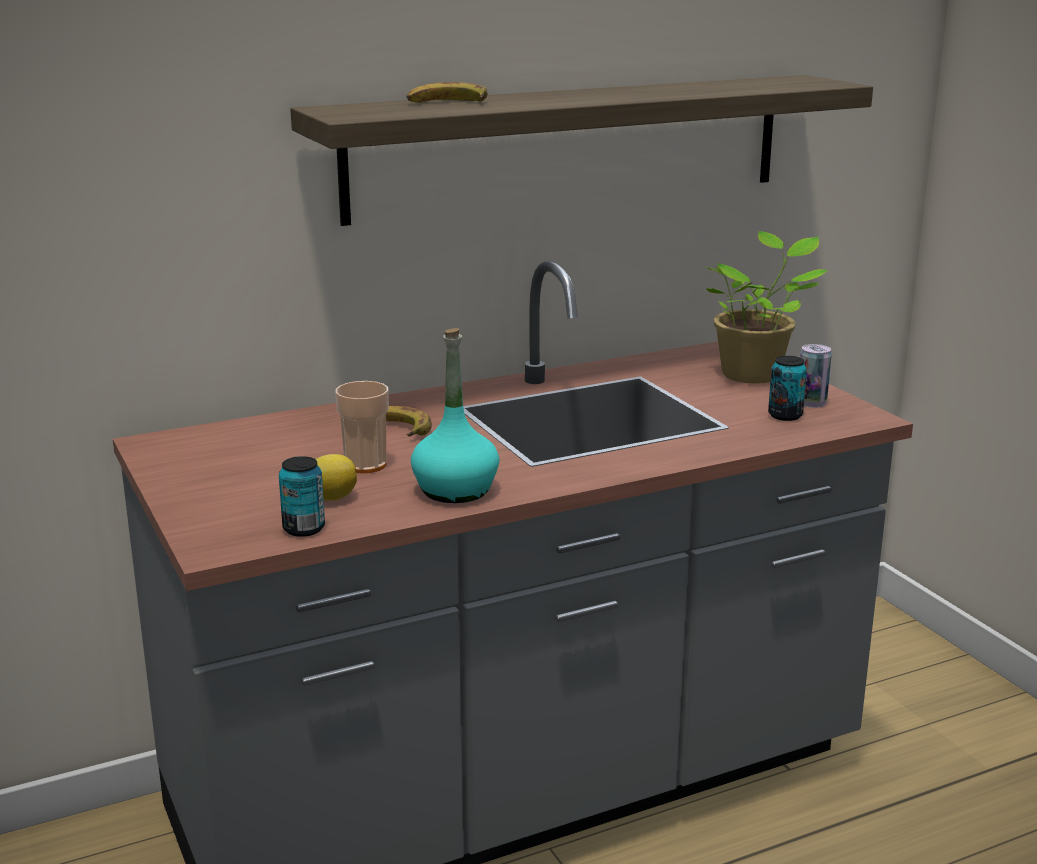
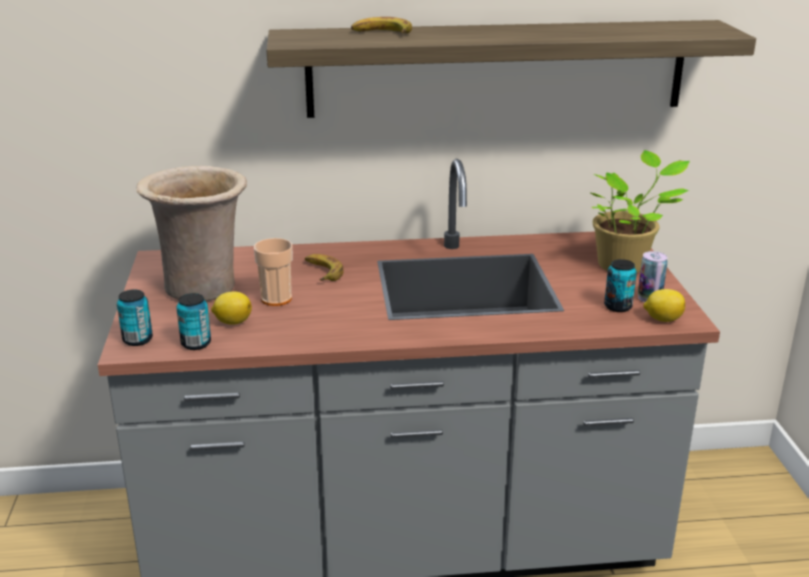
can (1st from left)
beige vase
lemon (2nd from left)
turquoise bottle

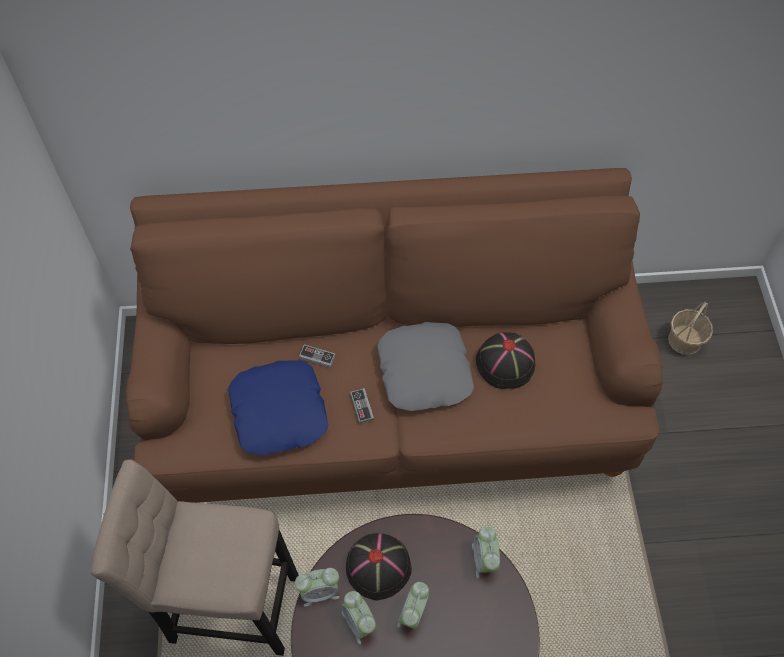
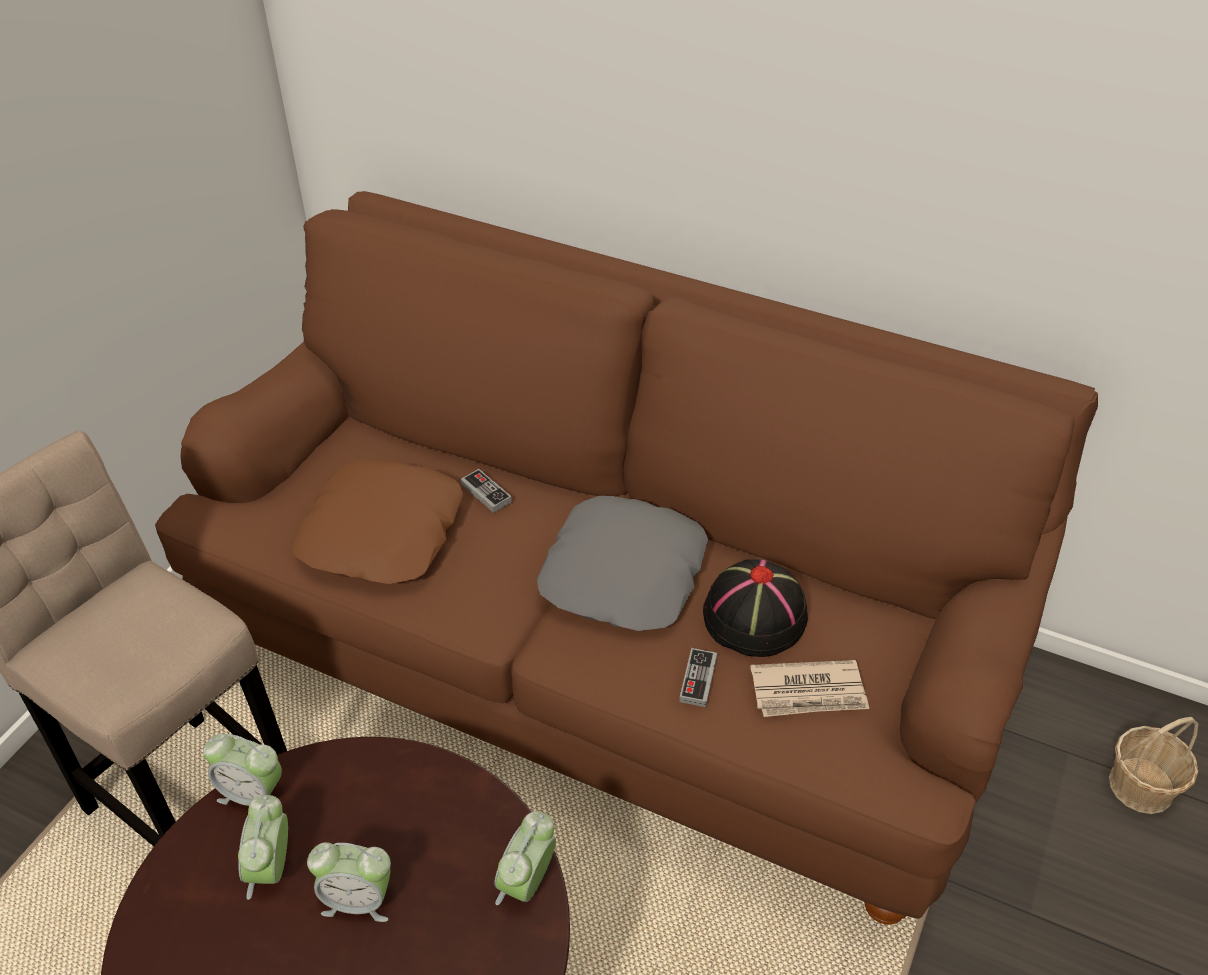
brown pillow
alarm clock (3rd from left)
game controller (2nd from left)
newspaper
black hat (1st from left in the first image)

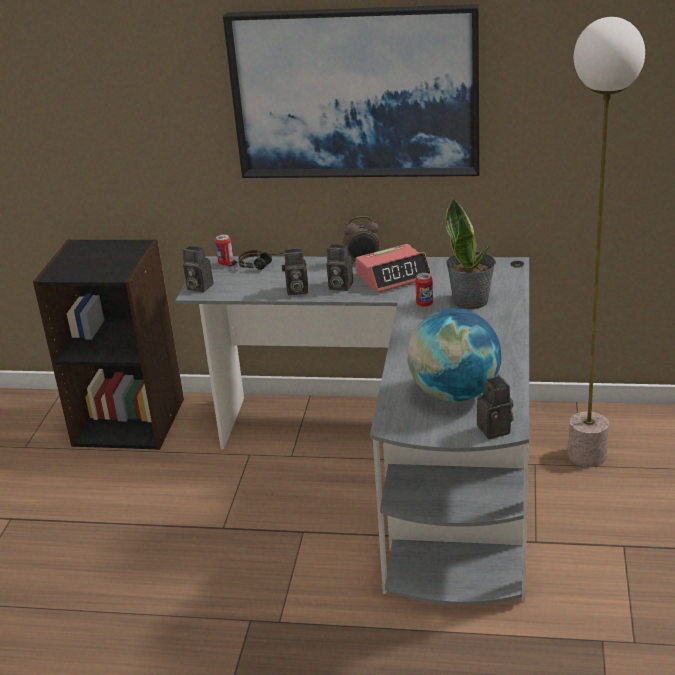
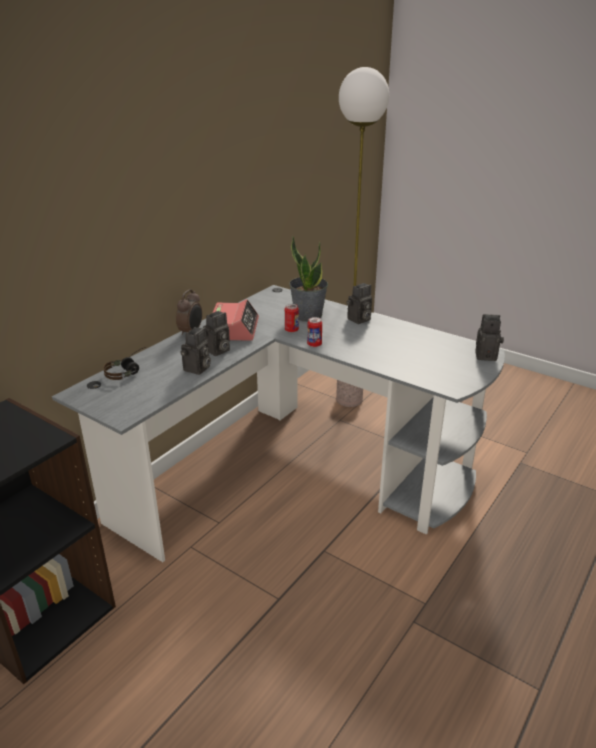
can (2nd from left)
photo camera (3rd from left)
picture
globe

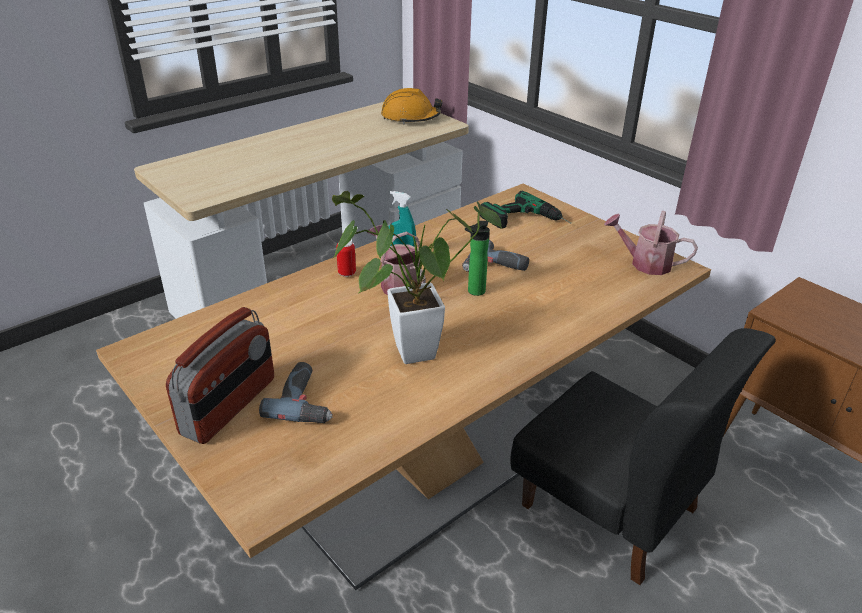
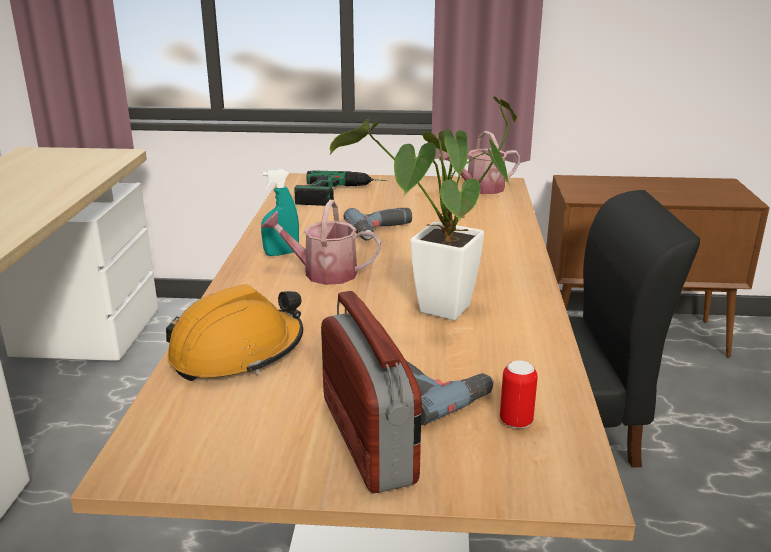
orange hard hat
can
bottle

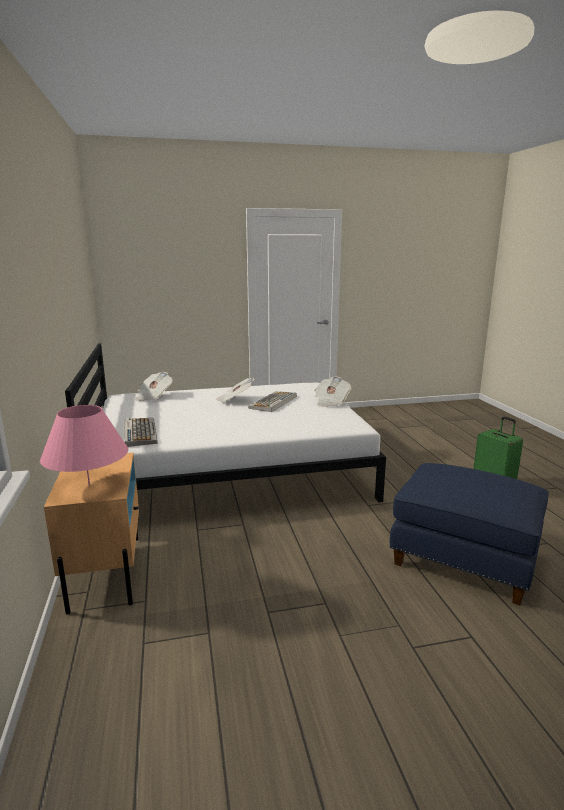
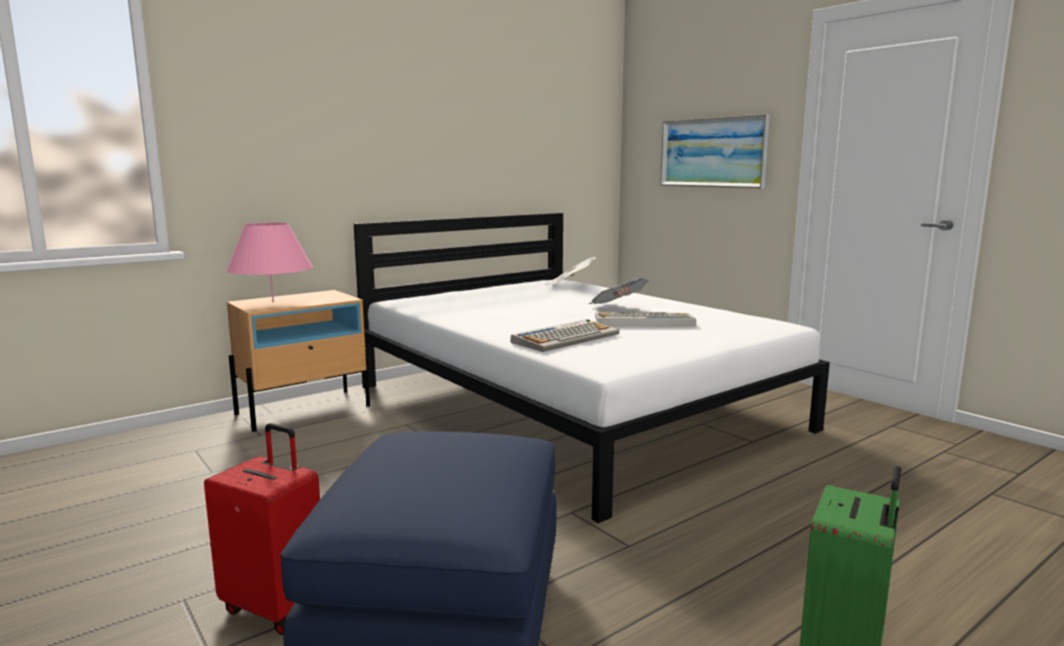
red suitcase
keyboard (1st from left)
picture
newspaper (3rd from left in the first image)

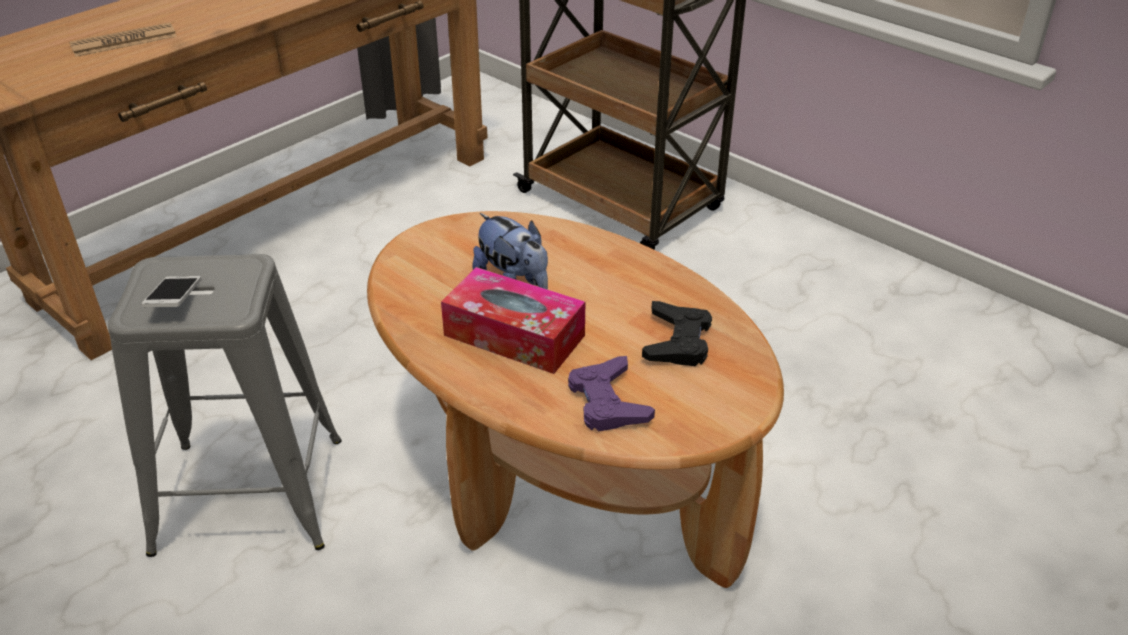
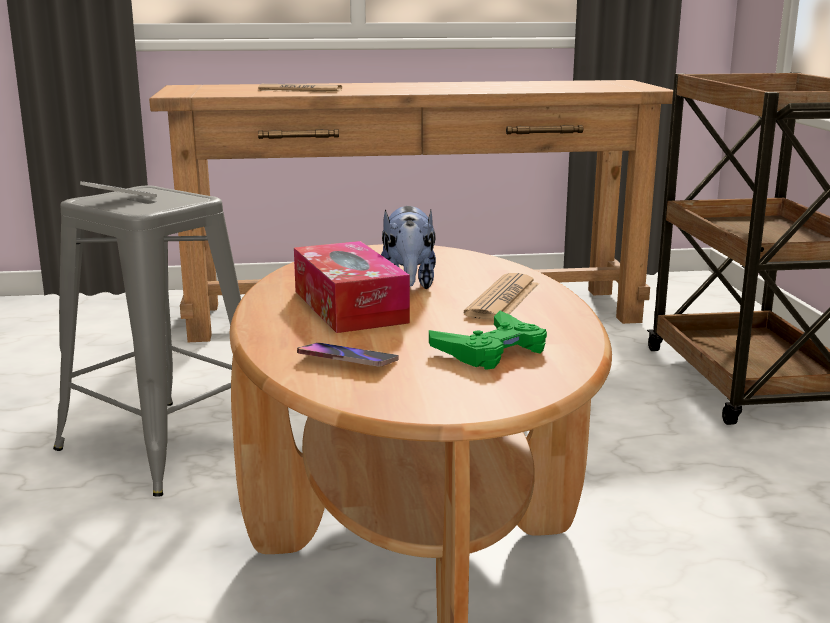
phone (2nd from left)
green game controller
newspaper (2nd from left)

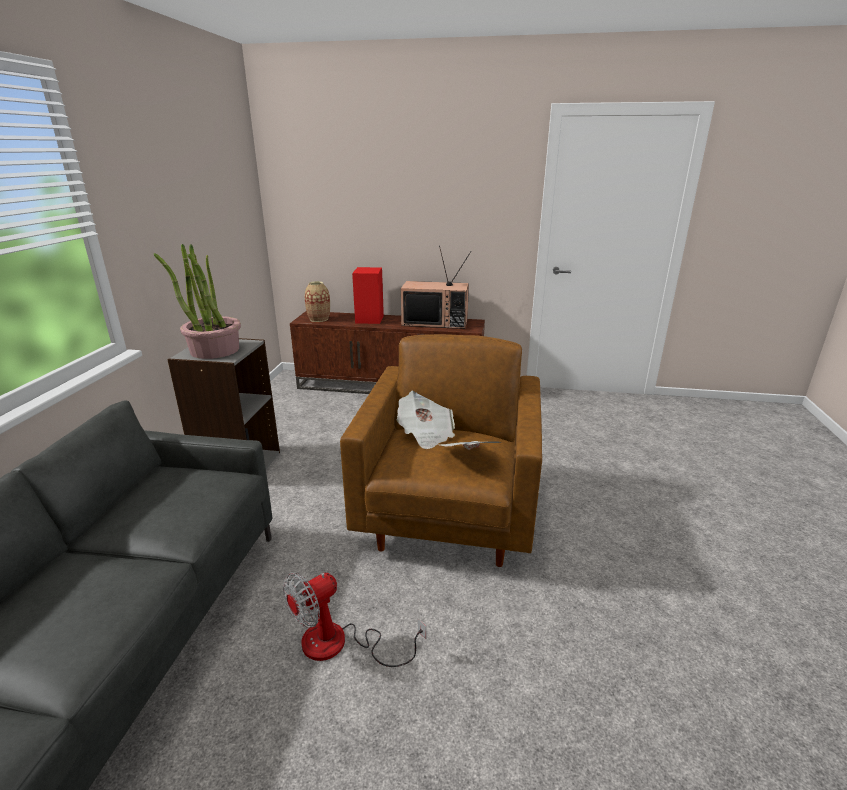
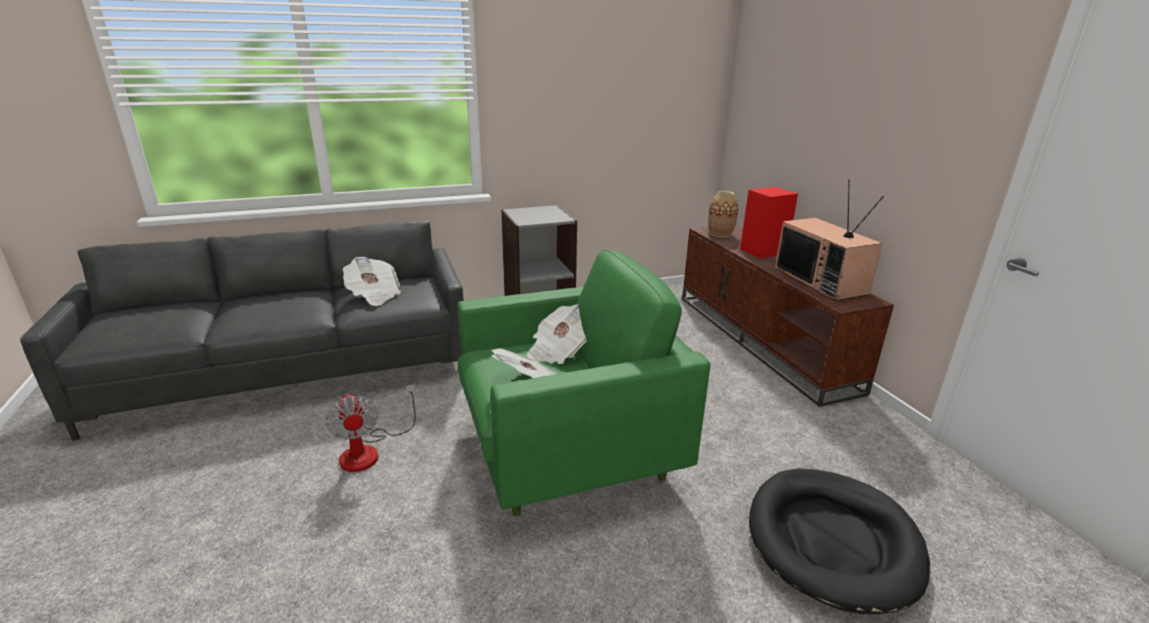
fan
newspaper (1st from left)
green armchair
black dog bed
potted plant

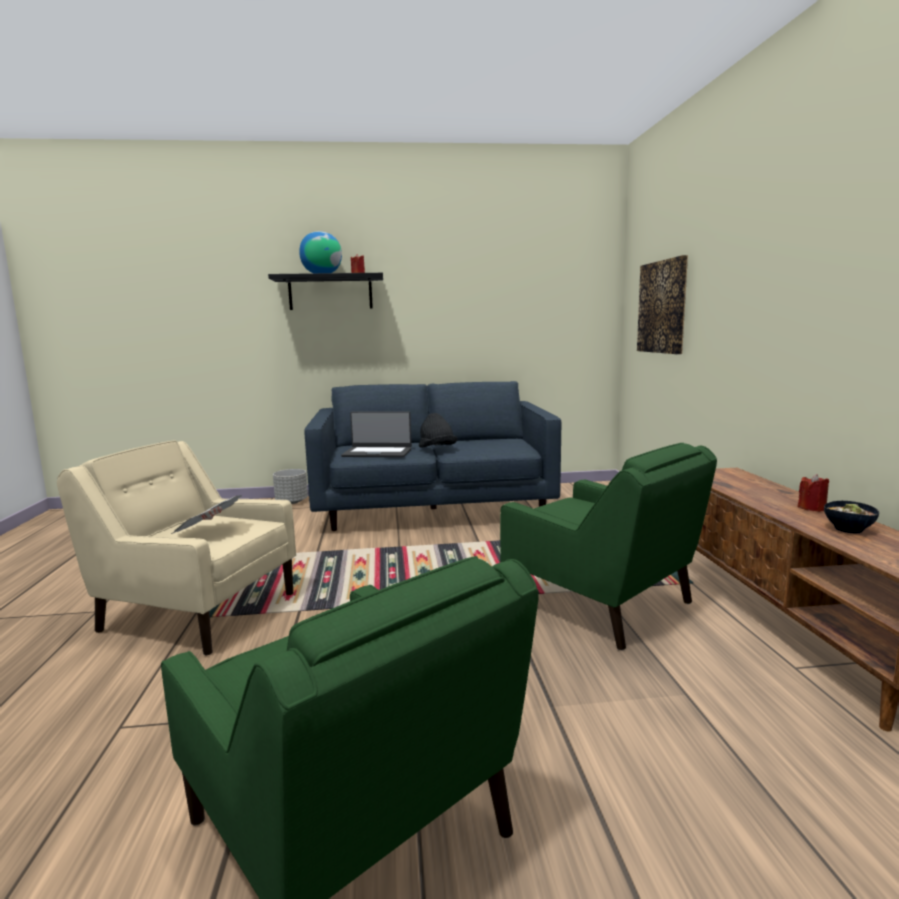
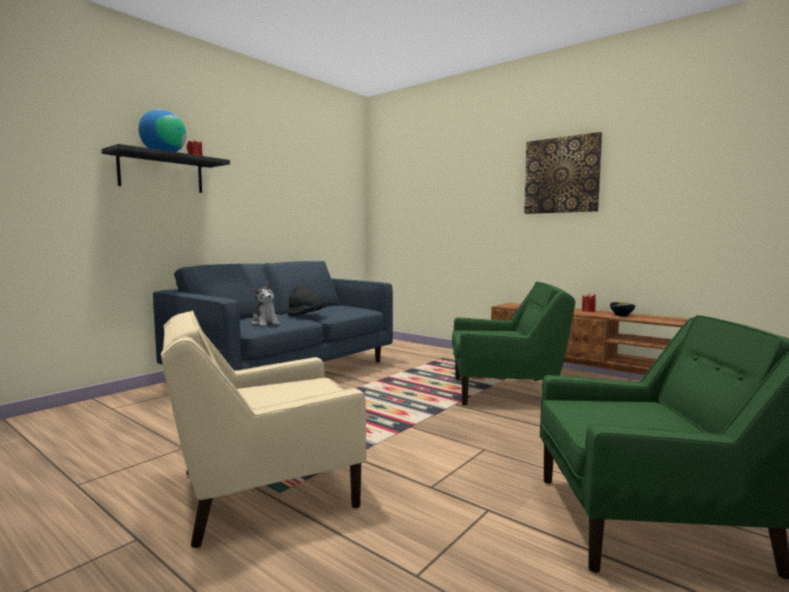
plush toy
picture
newspaper
grey planter

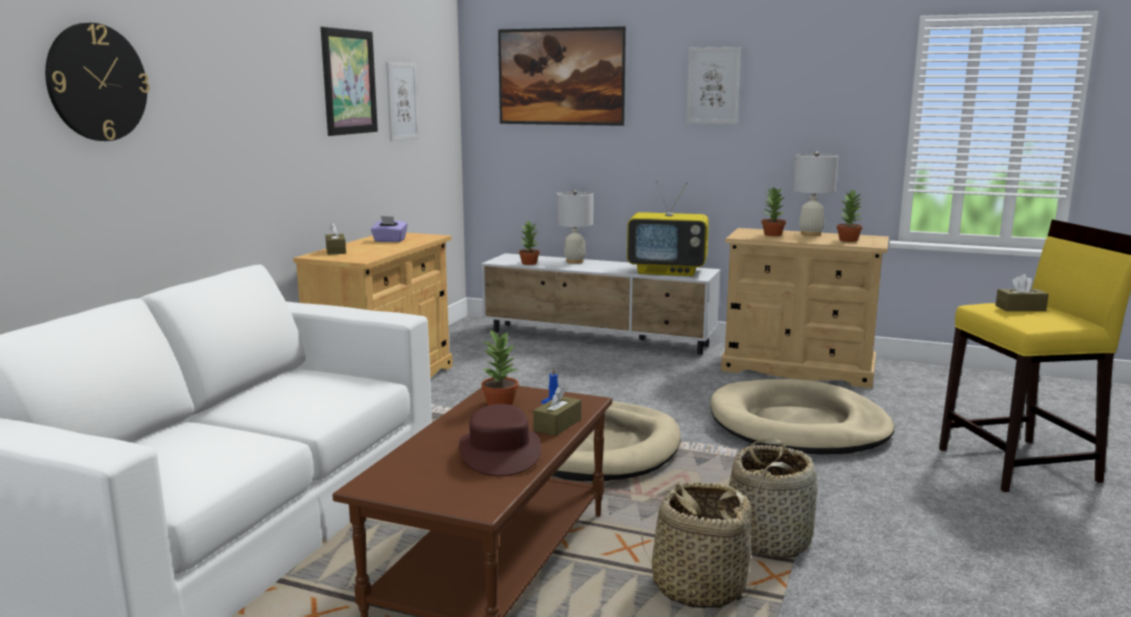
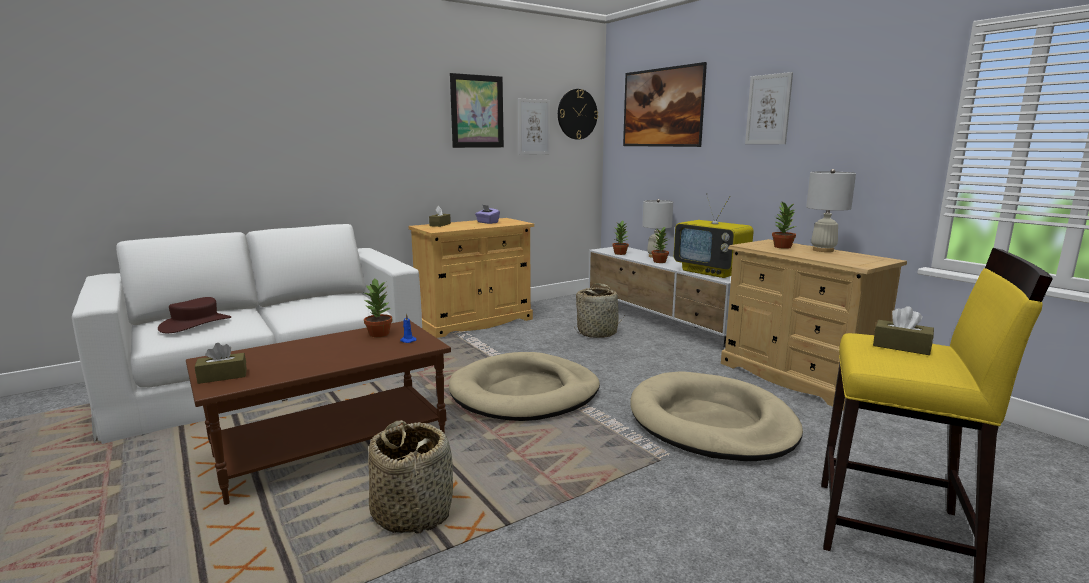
brown hat
brown tissue box (1st from left)
wall clock
basket (2nd from left)
potted plant (3rd from left)

